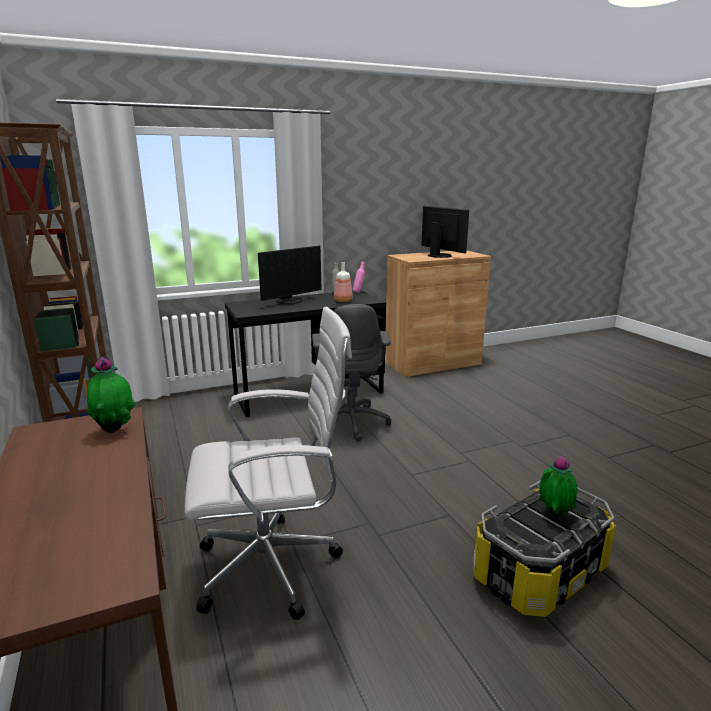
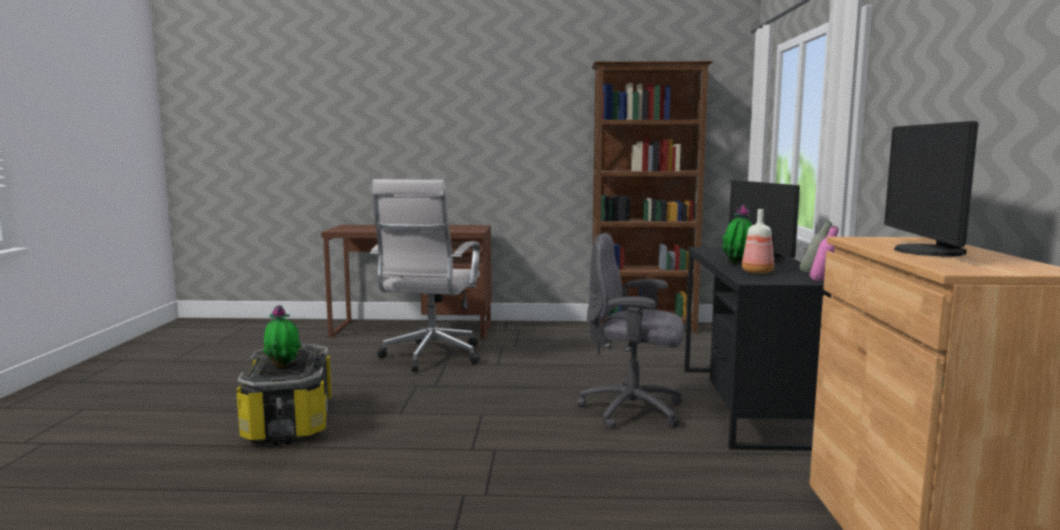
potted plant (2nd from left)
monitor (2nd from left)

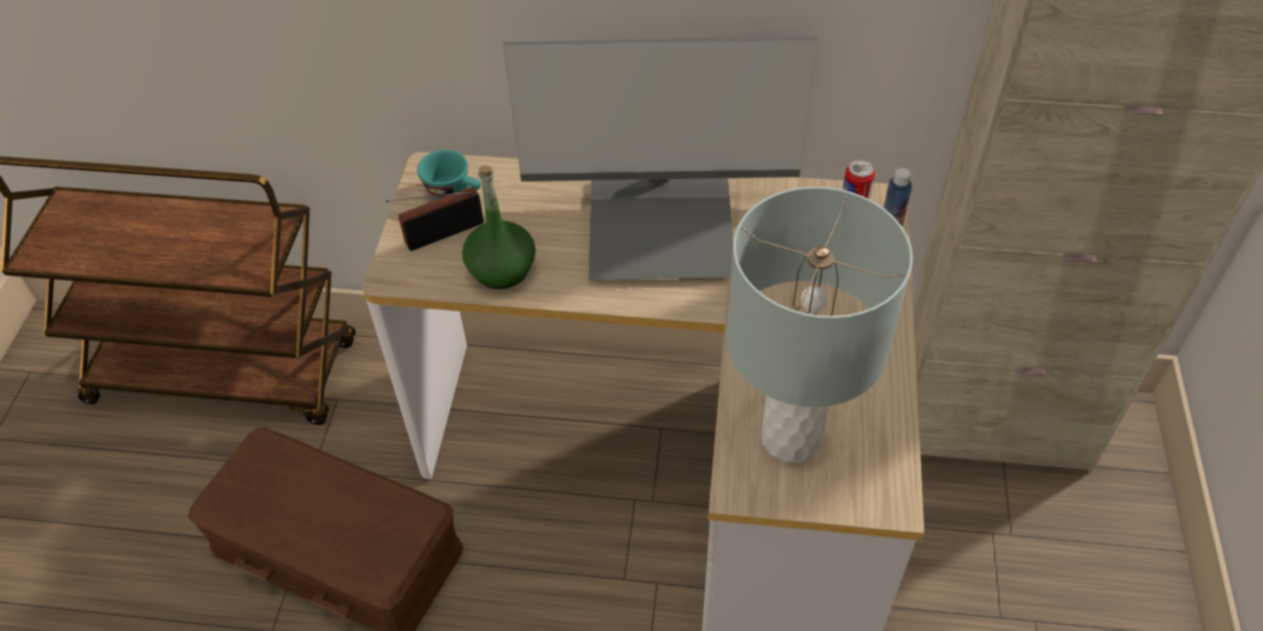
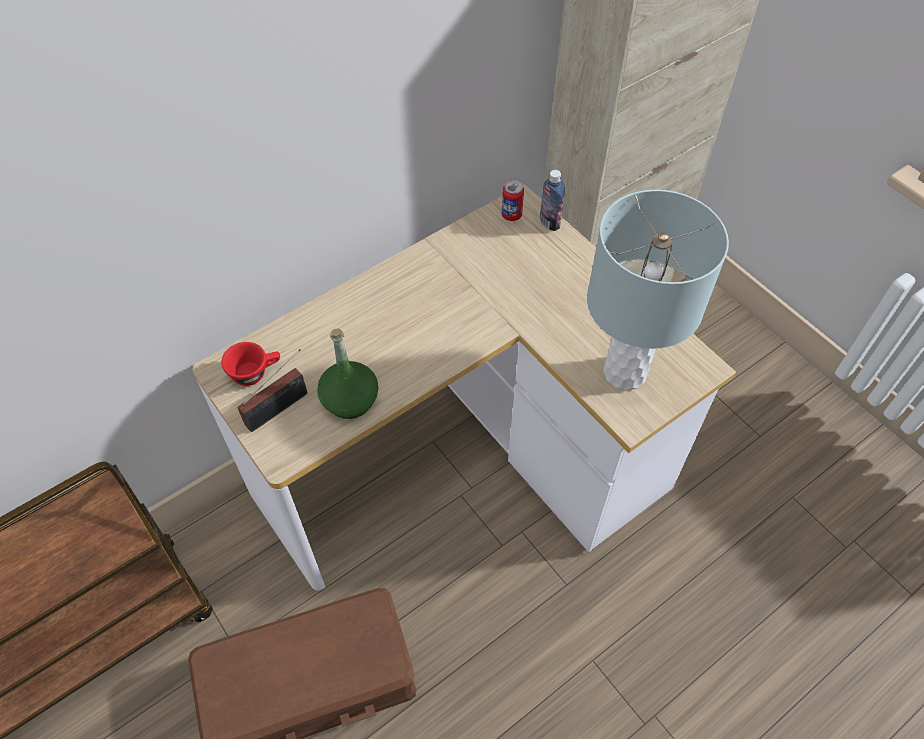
red cup
radio
monitor

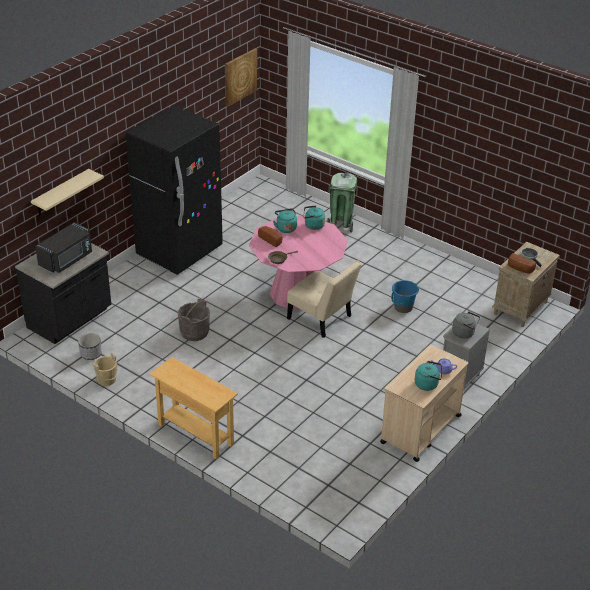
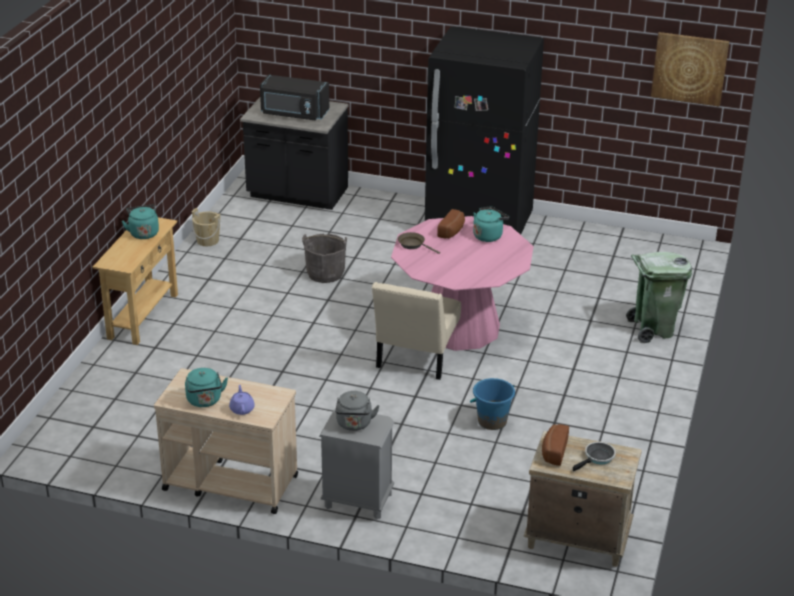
turquoise kettle (1st from left)
beige shelf
planter

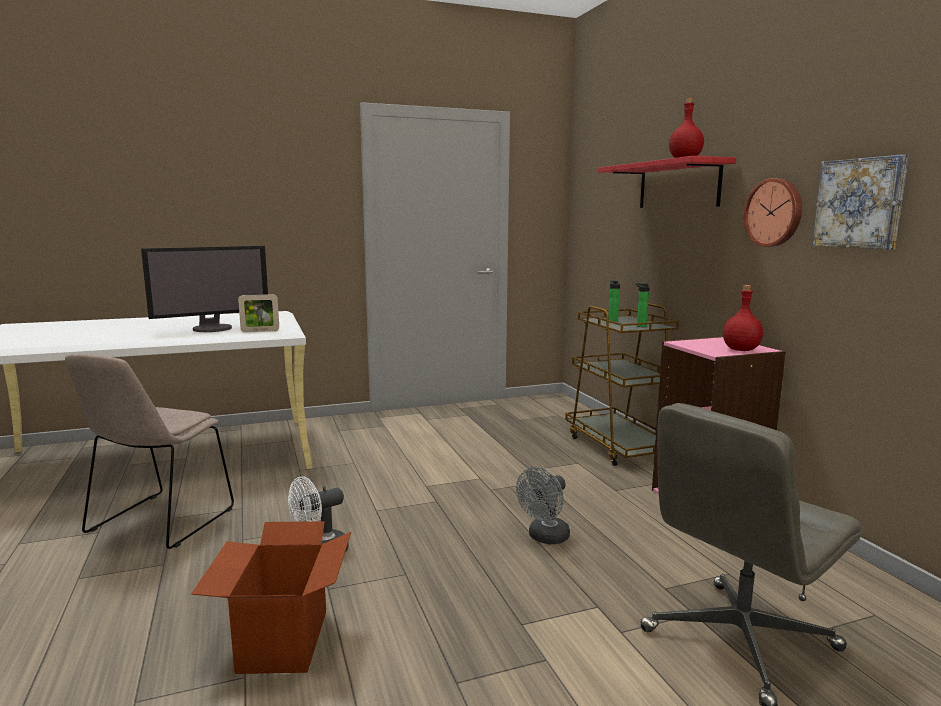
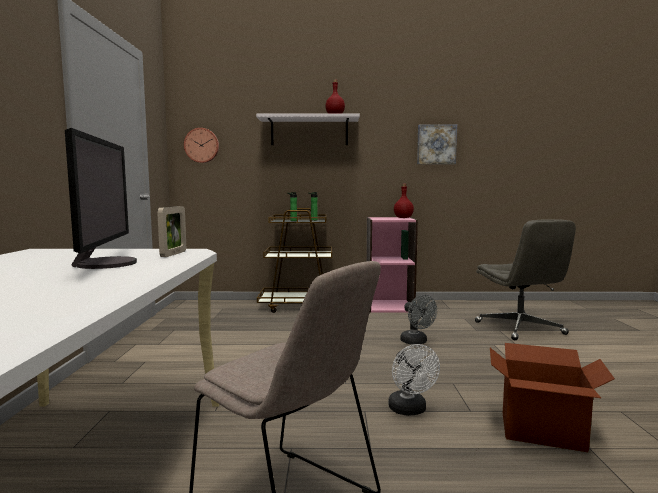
wall clock
white shelf

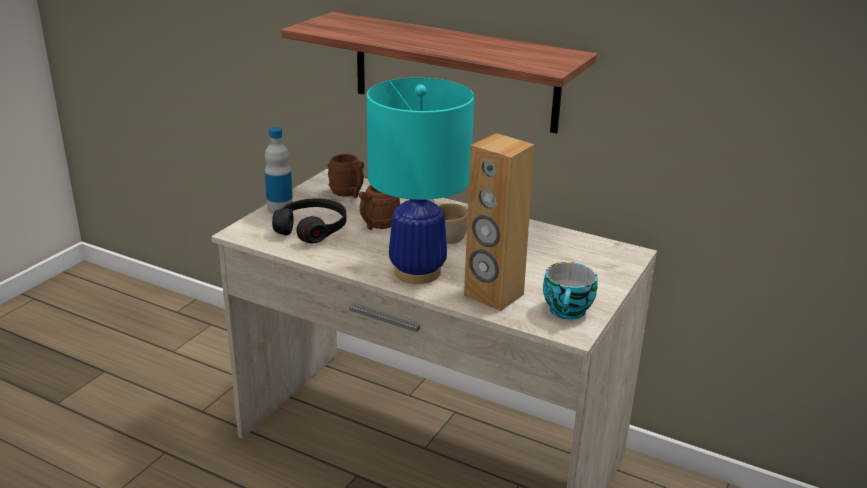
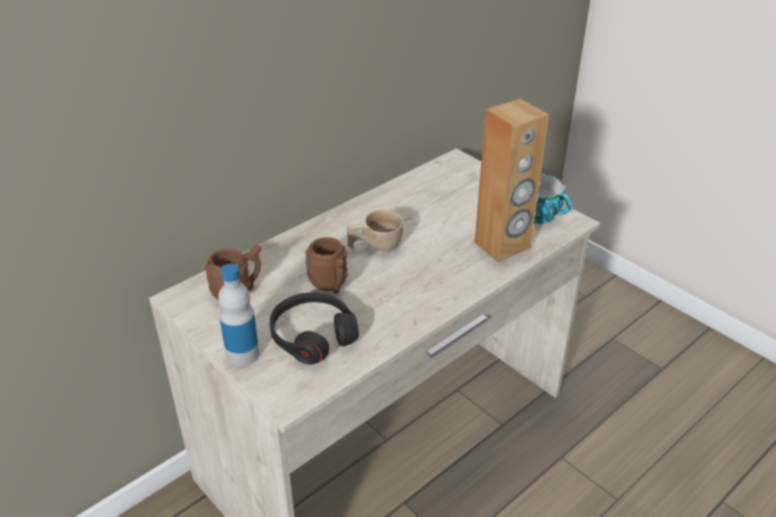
shelf
turquoise table lamp

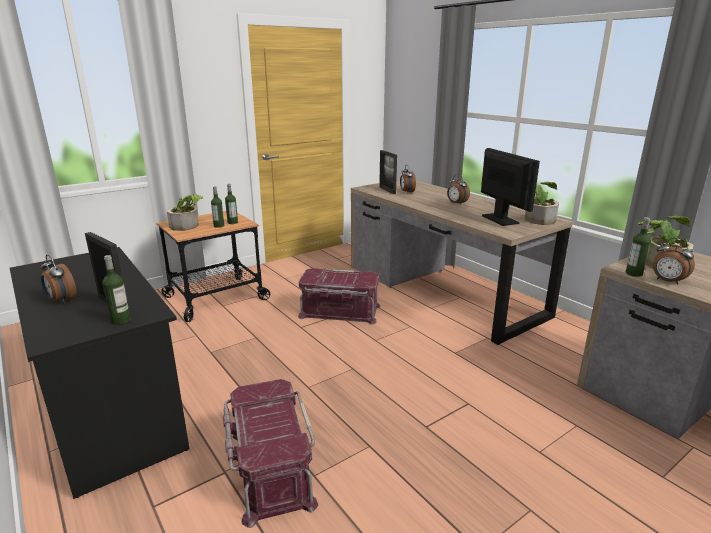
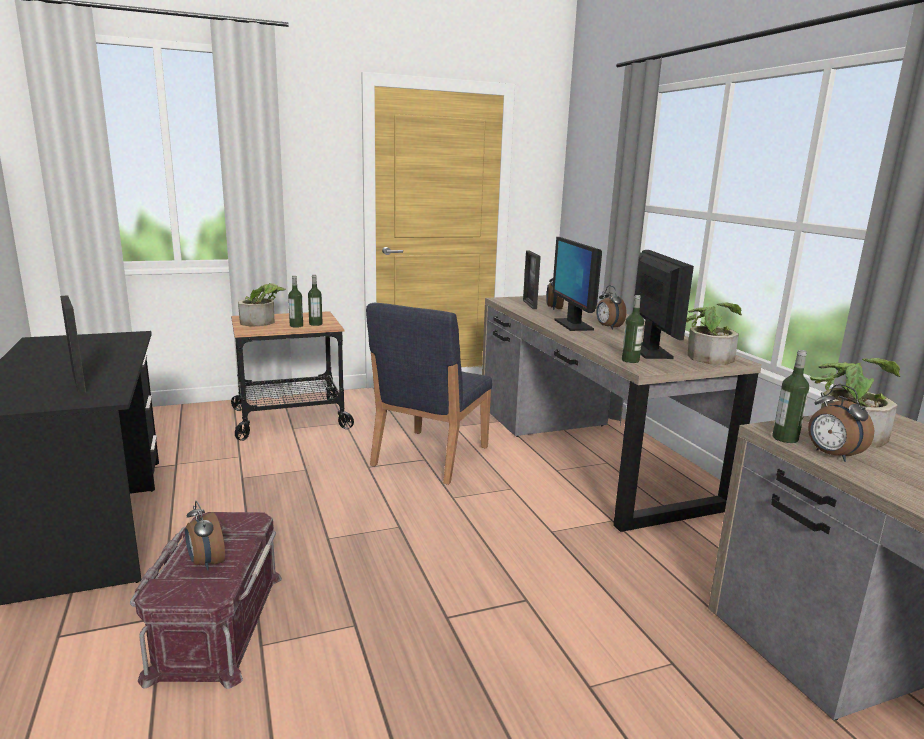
alarm clock (1st from left)
blue chair
monitor (1st from left)
bottle (3rd from left)

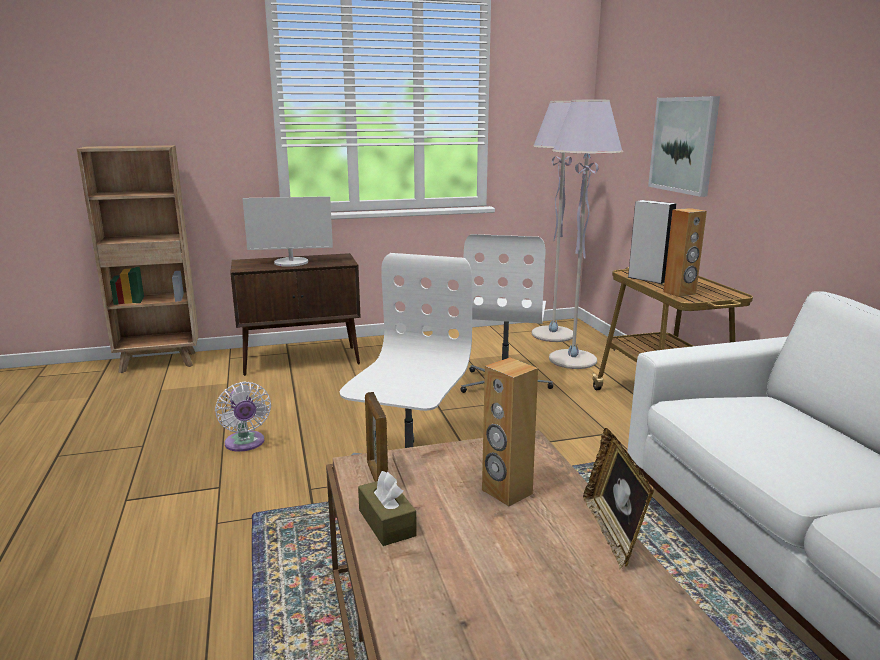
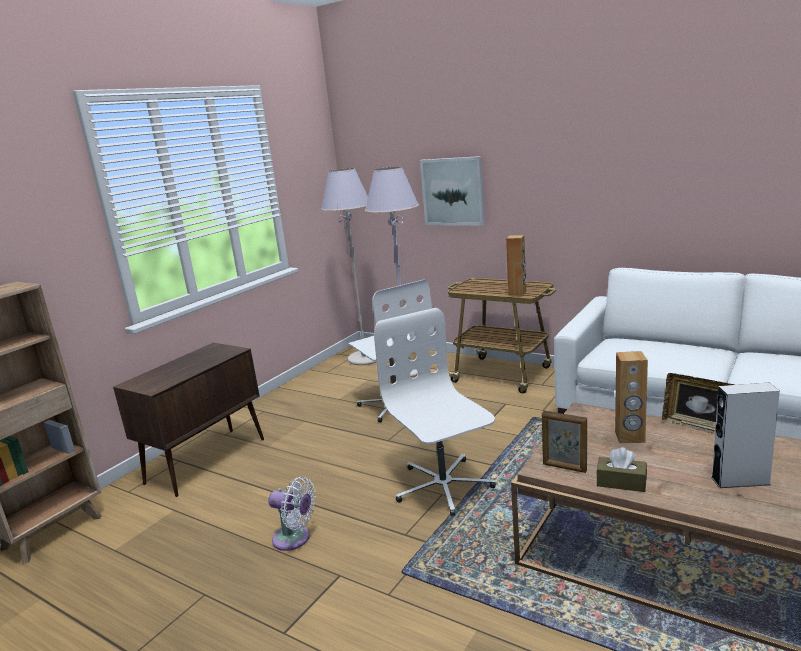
grey speaker
monitor

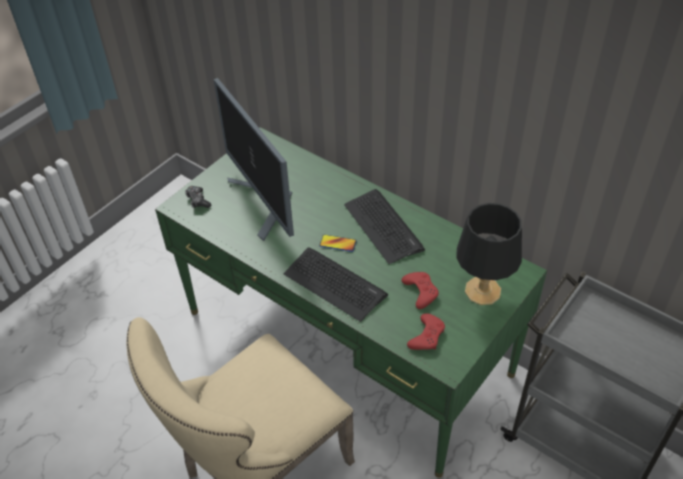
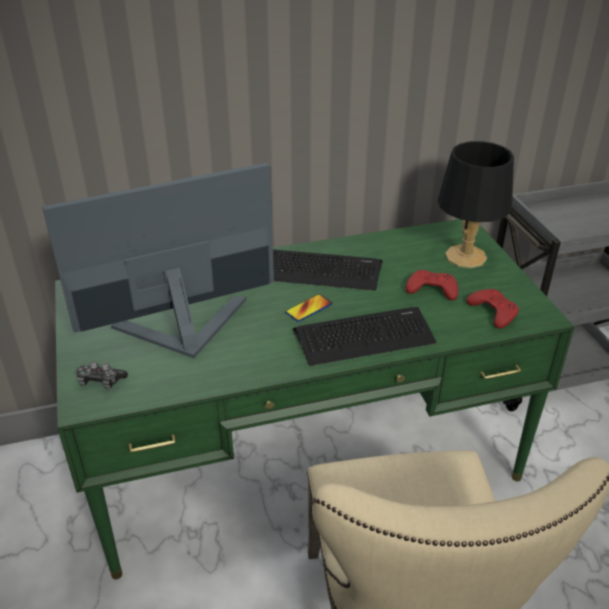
monitor

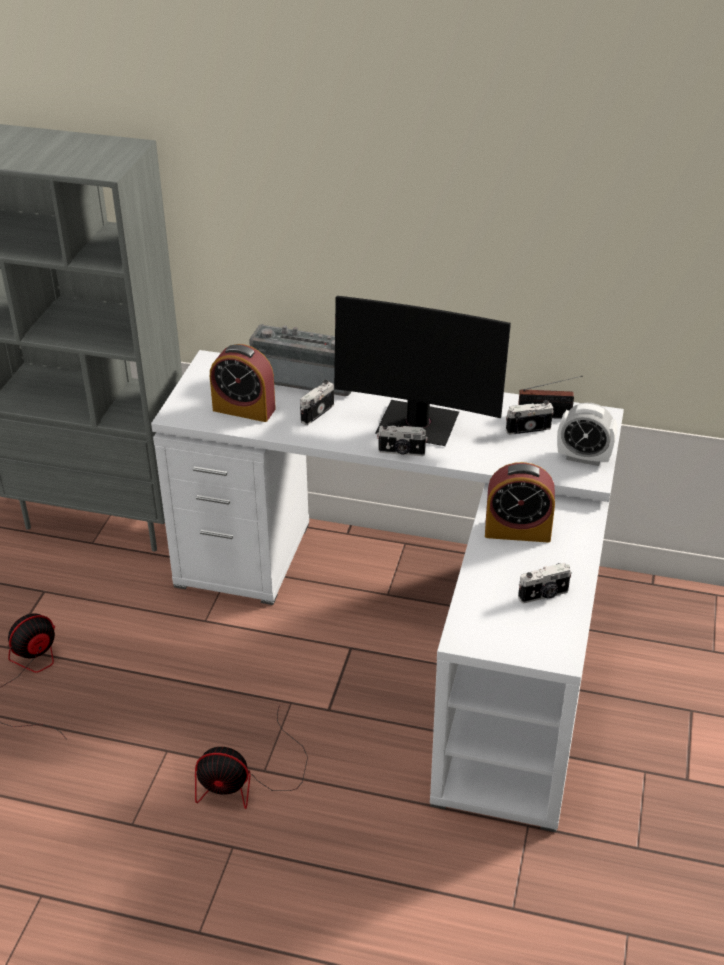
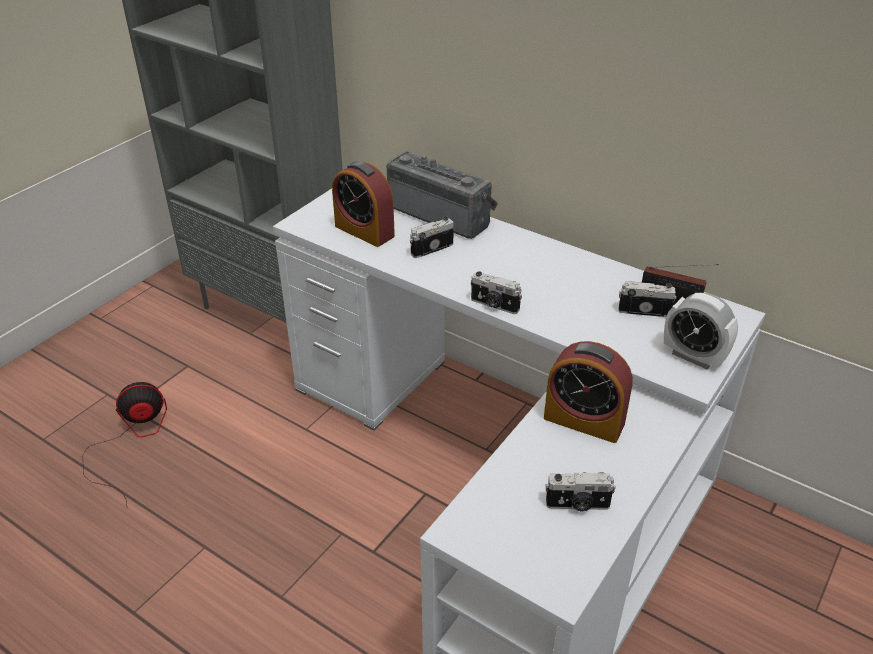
fan (2nd from left in the first image)
monitor

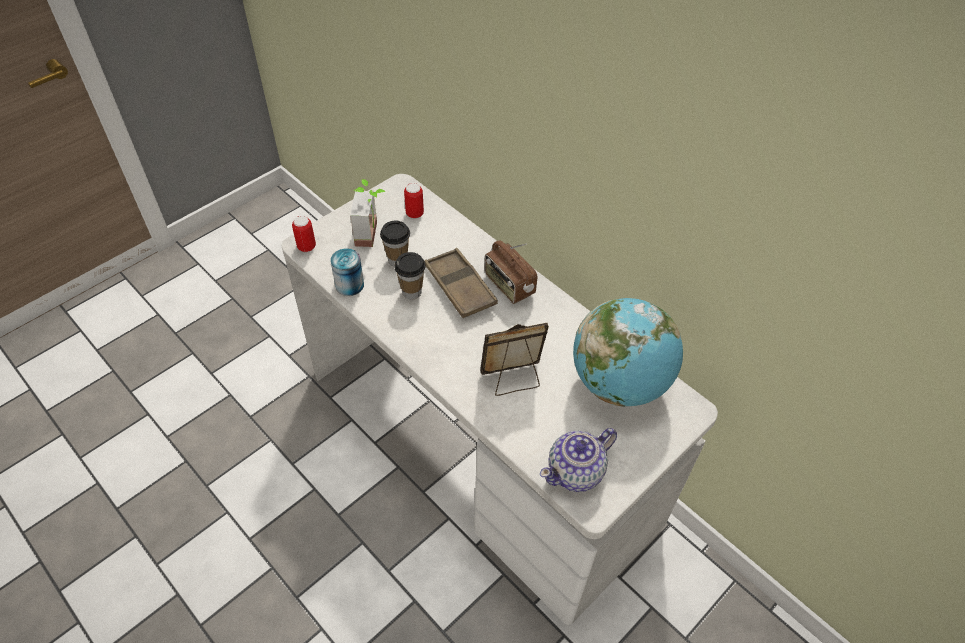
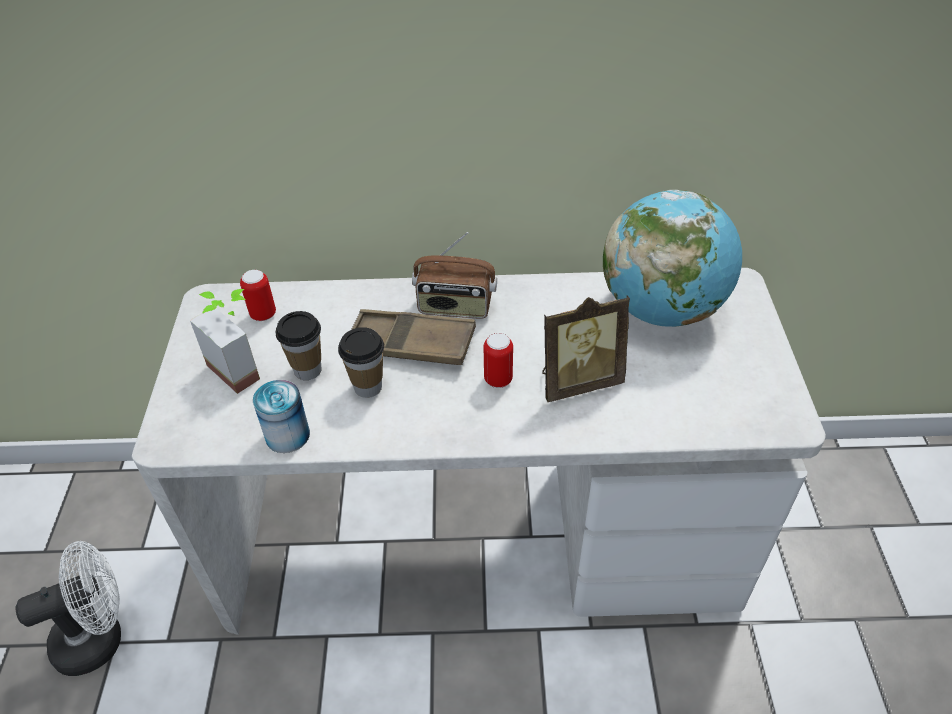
white fan
can (3rd from left)
picture frame
teapot

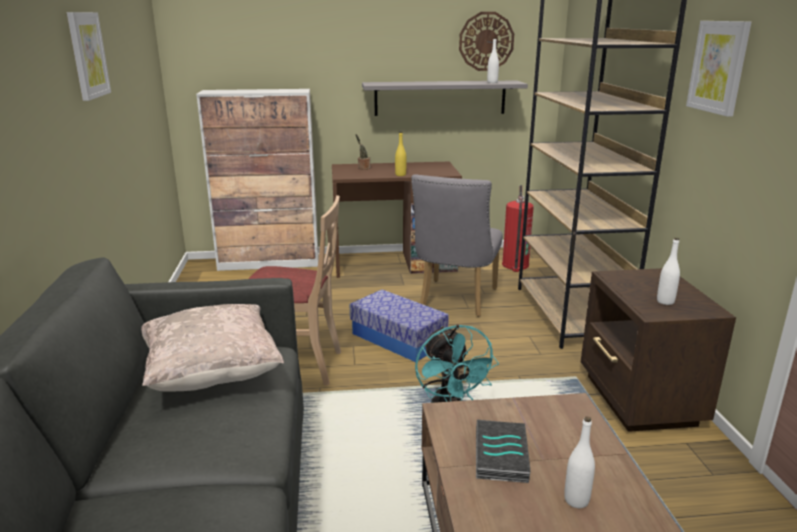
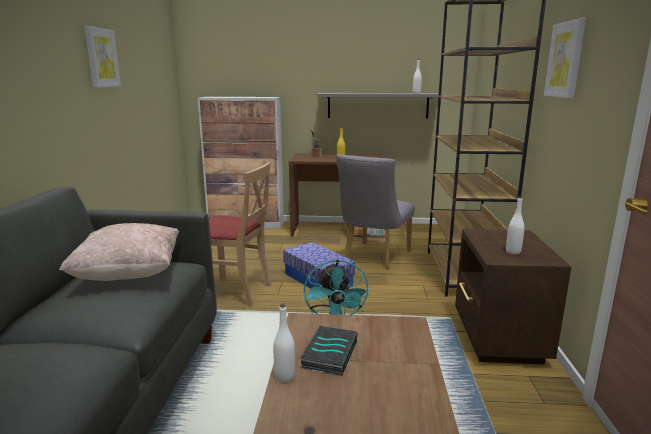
white bottle (1st from left)
wall clock
fire extinguisher

